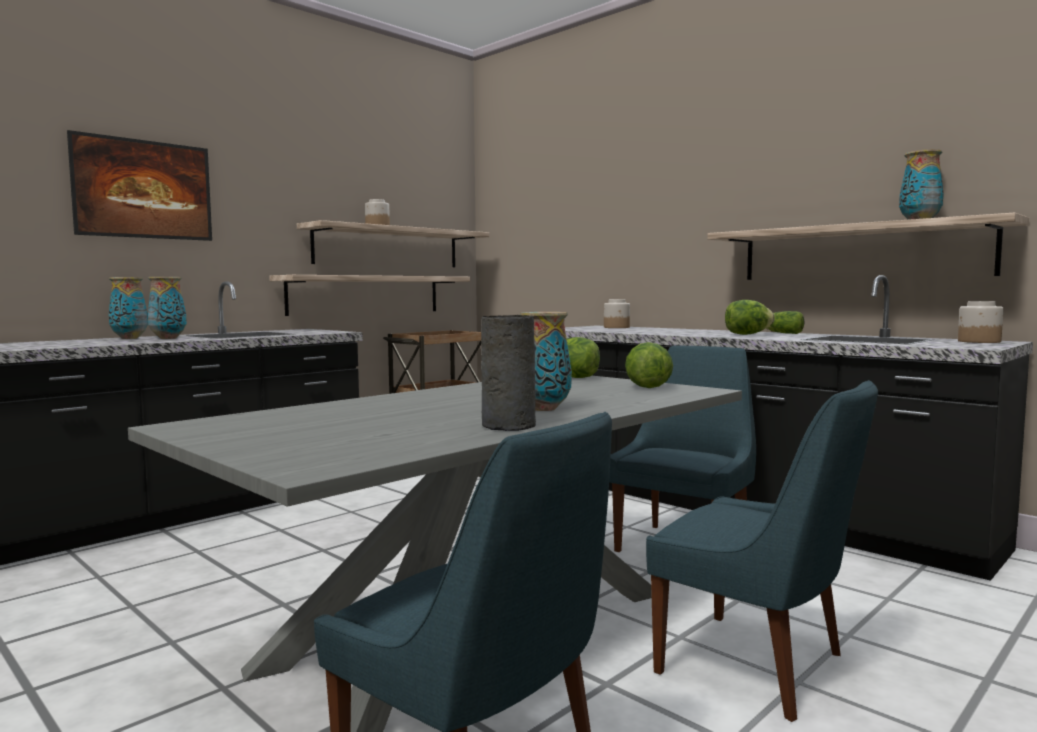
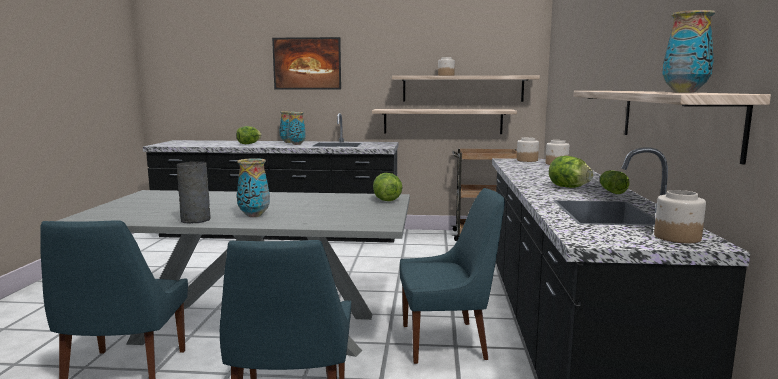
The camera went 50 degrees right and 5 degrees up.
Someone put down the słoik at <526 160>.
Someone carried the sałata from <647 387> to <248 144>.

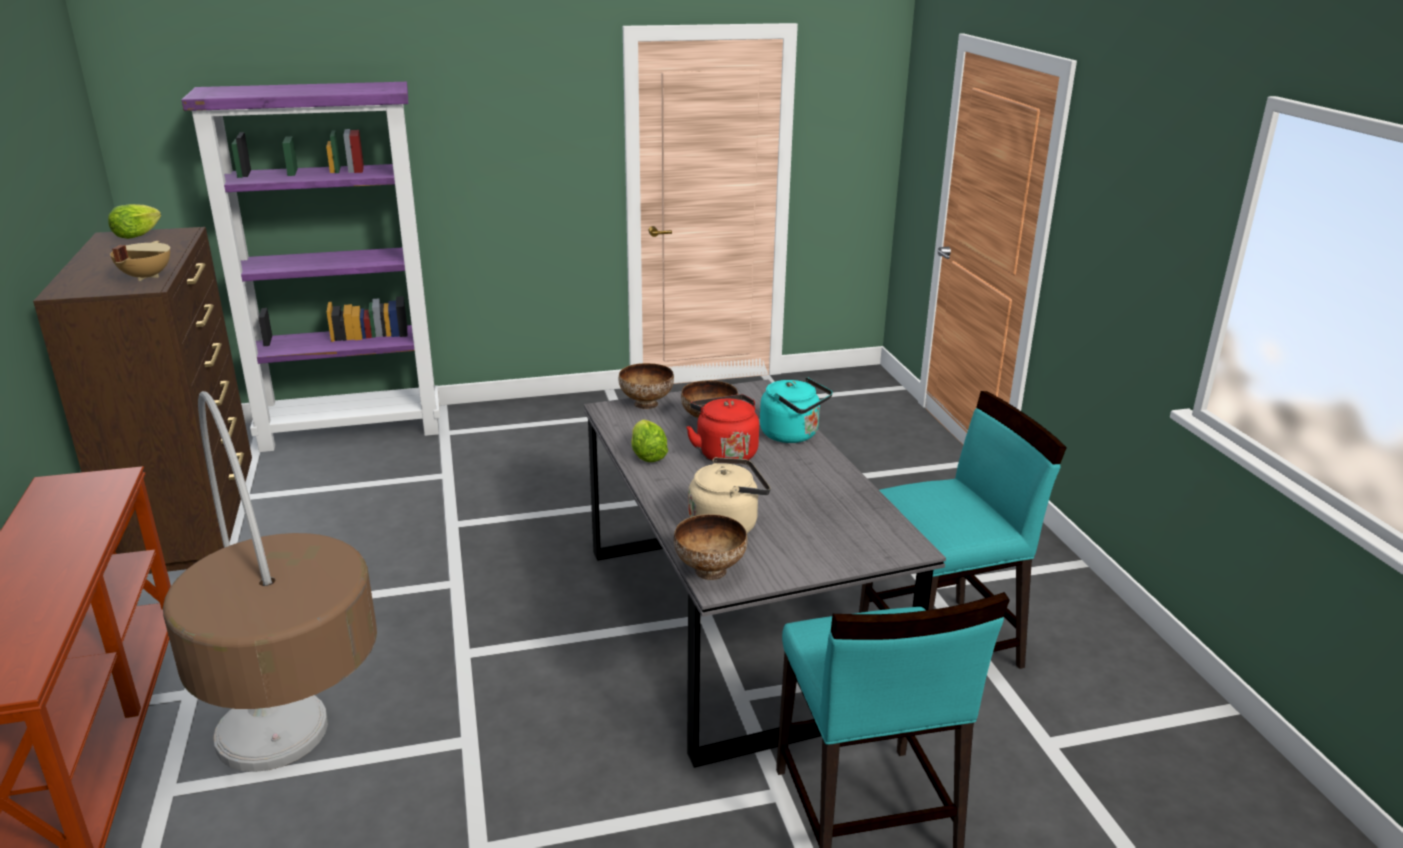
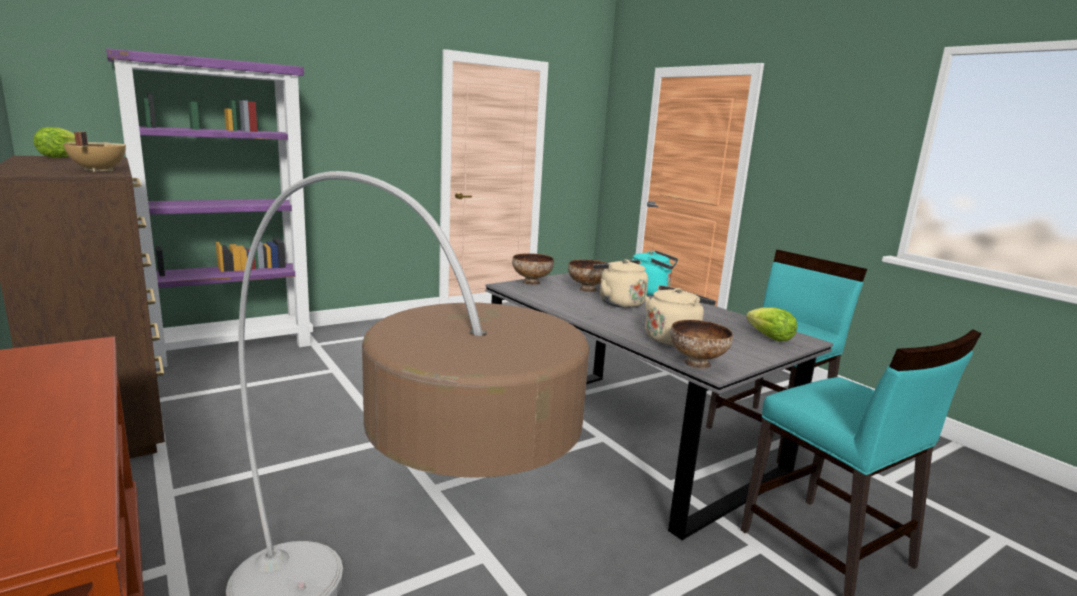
The camera went 20 degrees left and 10 degrees down.
Someone carried the sałata from <647 455> to <770 338>.
Someone repainted the czajnik (czerwony) at <724 453>, which became the czajnik (beżowy) at <618 302>.

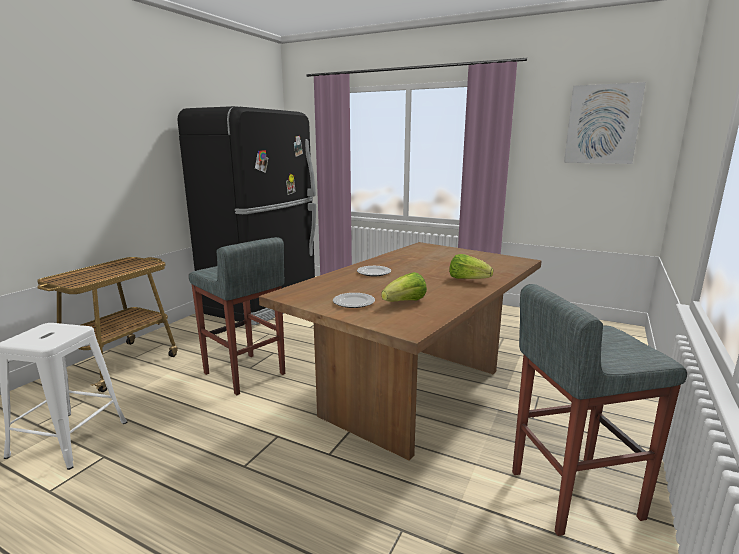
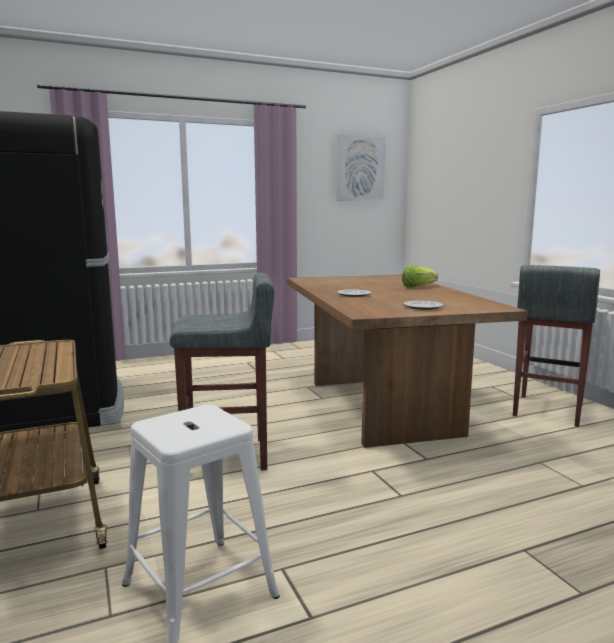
The camera went 50 degrees left and 5 degrees down.
Someone took away the sałata at <405 302>.

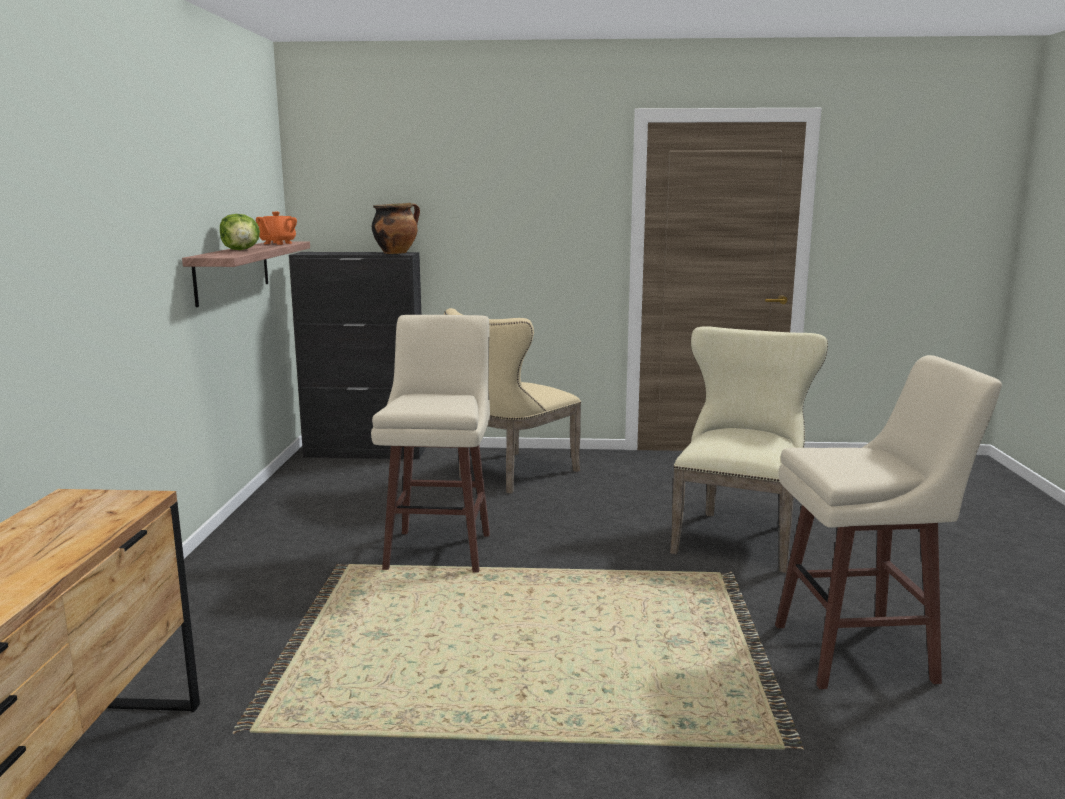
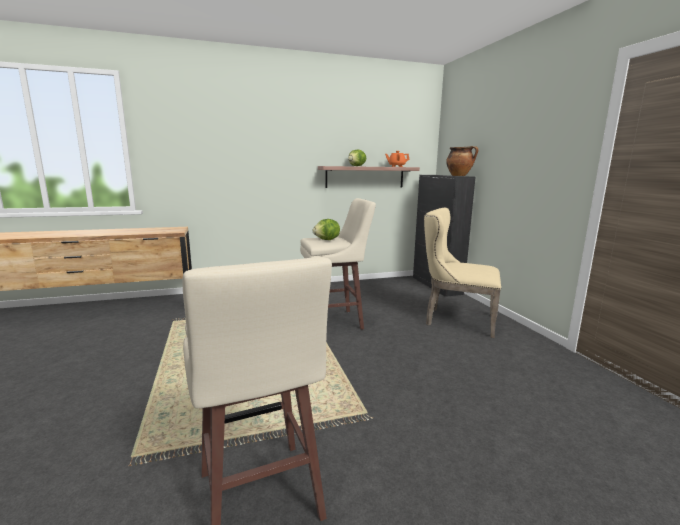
The camera went 70 degrees right and 0 degrees up.
Someone took away the krzesło (beżowy) at <738 536>.
Someone put down the sałata at <327 240>.

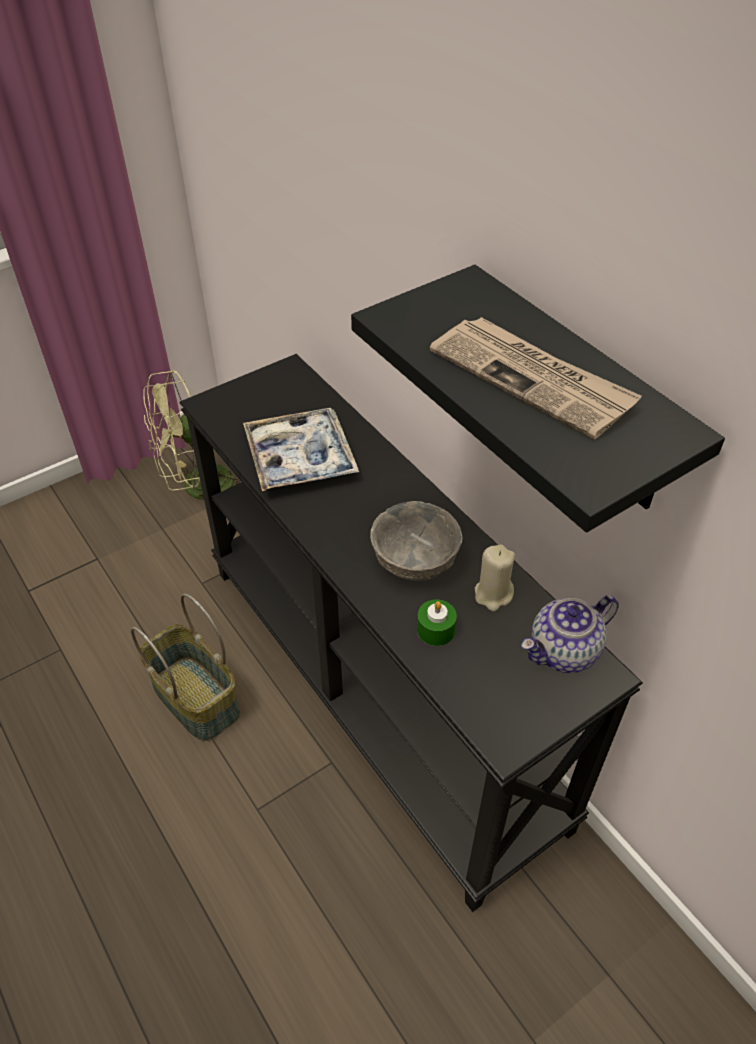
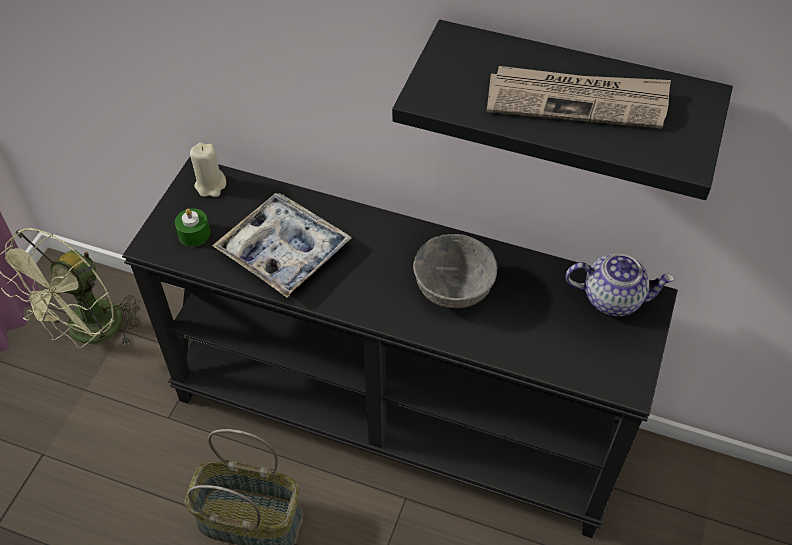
The camera went 35 degrees left and 5 degrees up.
Someone carried the świeca (zielony) from <435 630> to <194 234>.
Someone carried the świeca (beżowy) from <493 594> to <210 185>.
Someone rotated the imbryk at <564 652> by 105 degrees counterclockwise.

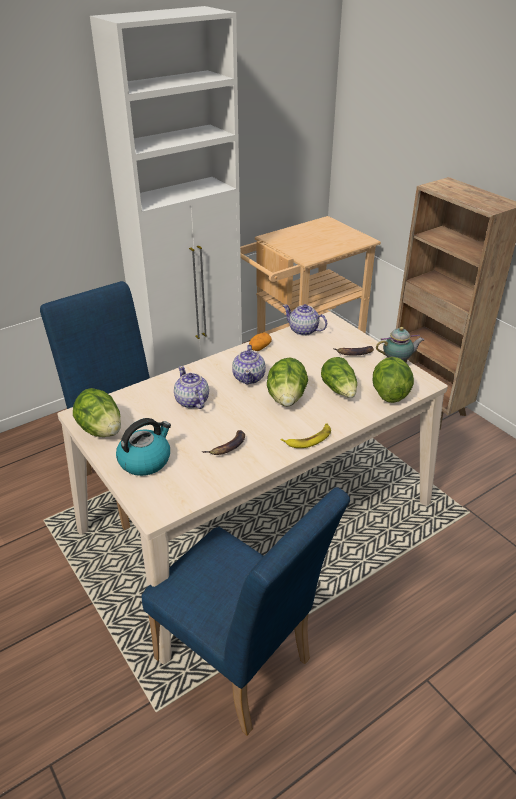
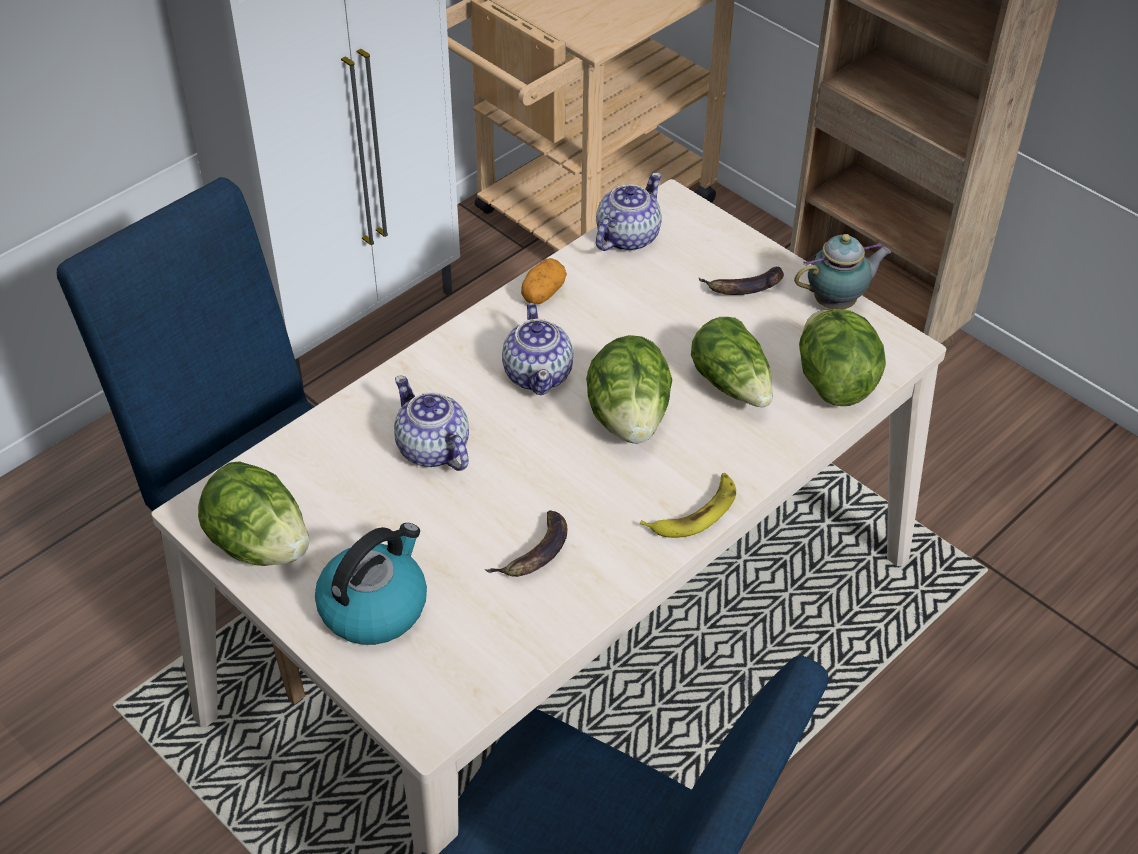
The camera went 10 degrees left and 10 degrees up.
Someone rotated the imbryk at <303 330> by 105 degrees clockwise.

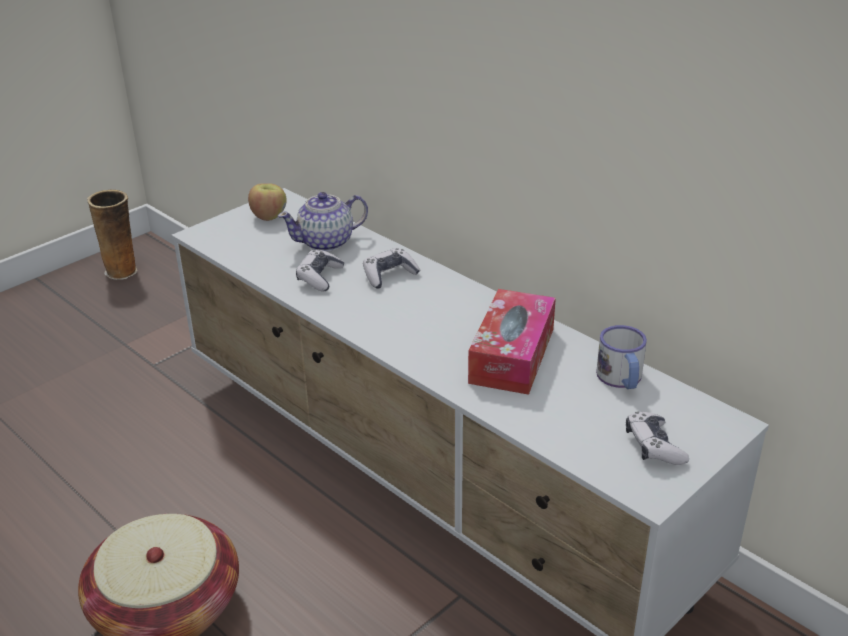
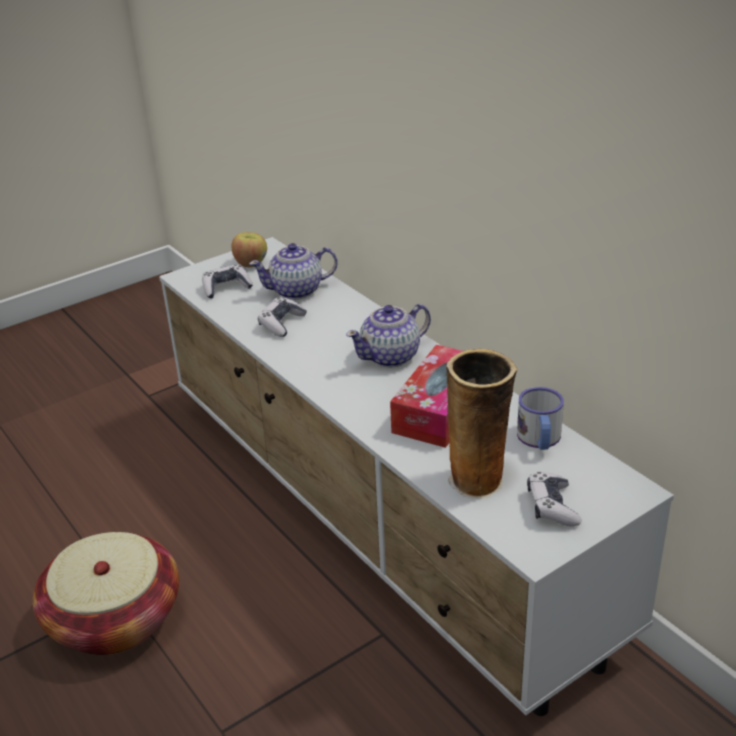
The camera went 10 degrees right and 0 degrees up.
Someone put down the imbryk at <391 356>.
Someone carried the wazon from <123 271> to <478 481>.
Someone carried the pad do gier from <389 275> to <226 288>.

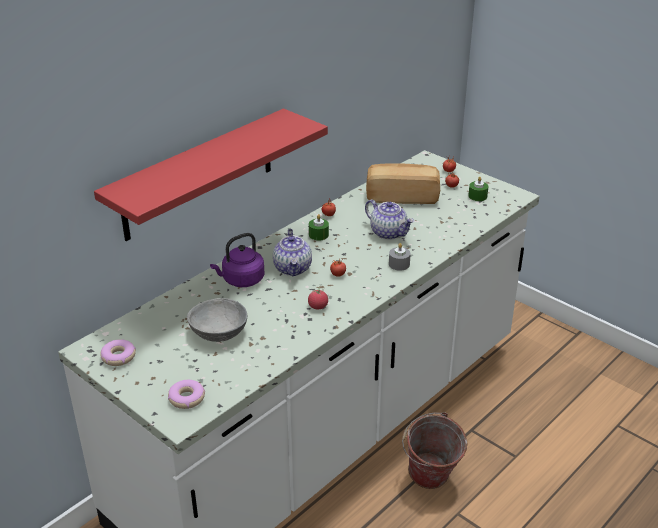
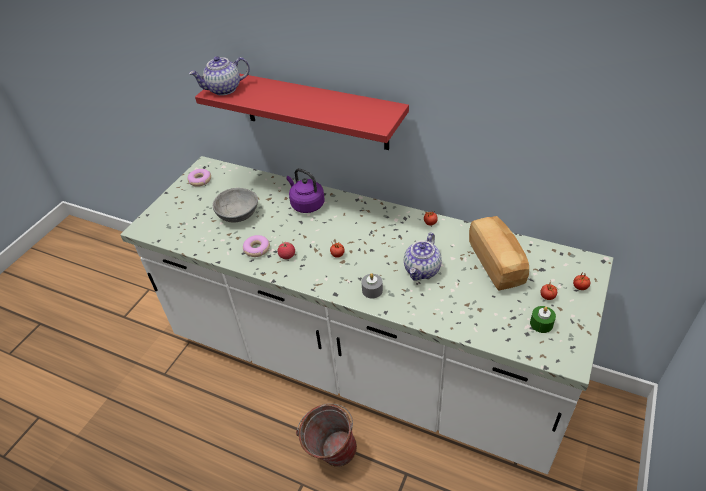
The camera went 75 degrees right and 10 degrees up.
Someone took away the świeca (zielony) at <318 235>.
Someone carried the donut from <186 398> to <257 249>.
Someone carried the imbryk from <293 268> to <224 89>.

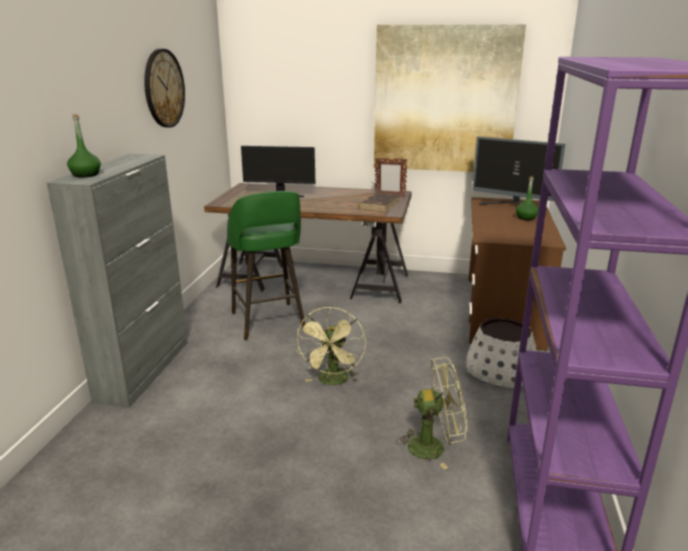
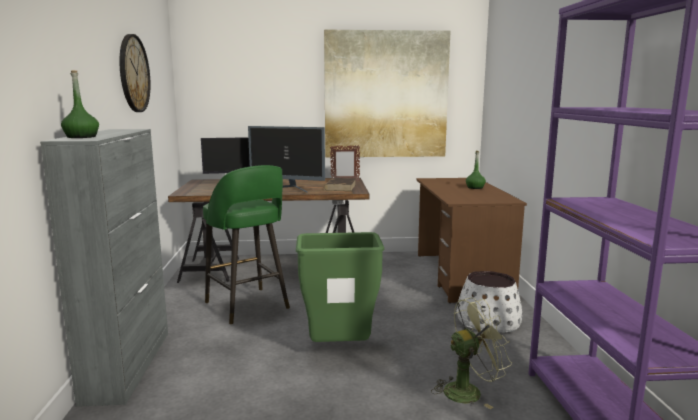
The camera went 15 degrees left and 10 degrees down.
Someone carried the monitor from <512 206> to <288 189>.
Someone swapped the wentylator (zielony) at <333 381> for the kosz na śmieci (zielony) at <340 349>.

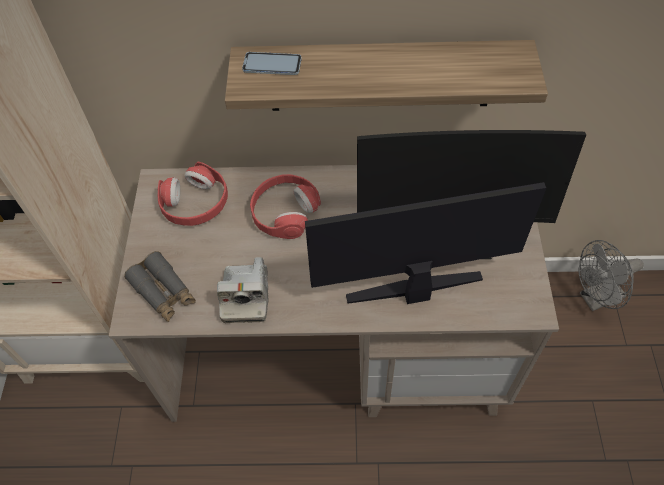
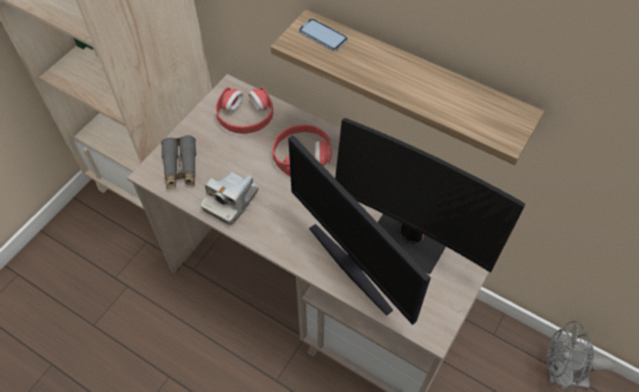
The camera went 30 degrees right and 0 degrees up.
Someone rotated the monitor at <415 292> by 150 degrees counterclockwise.

